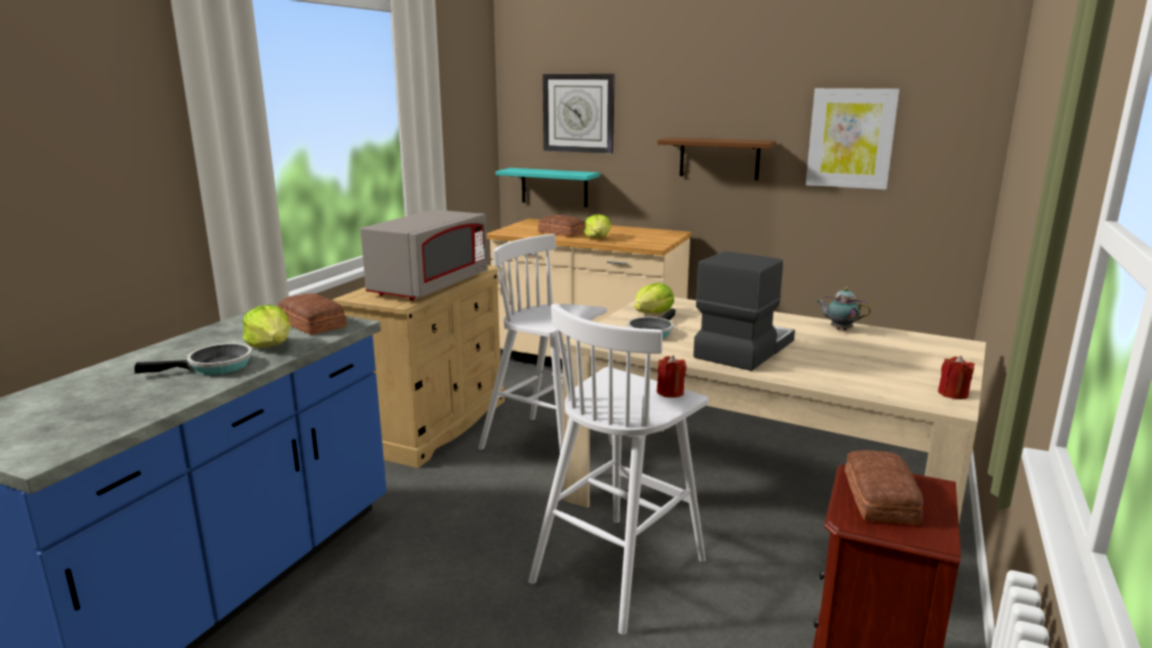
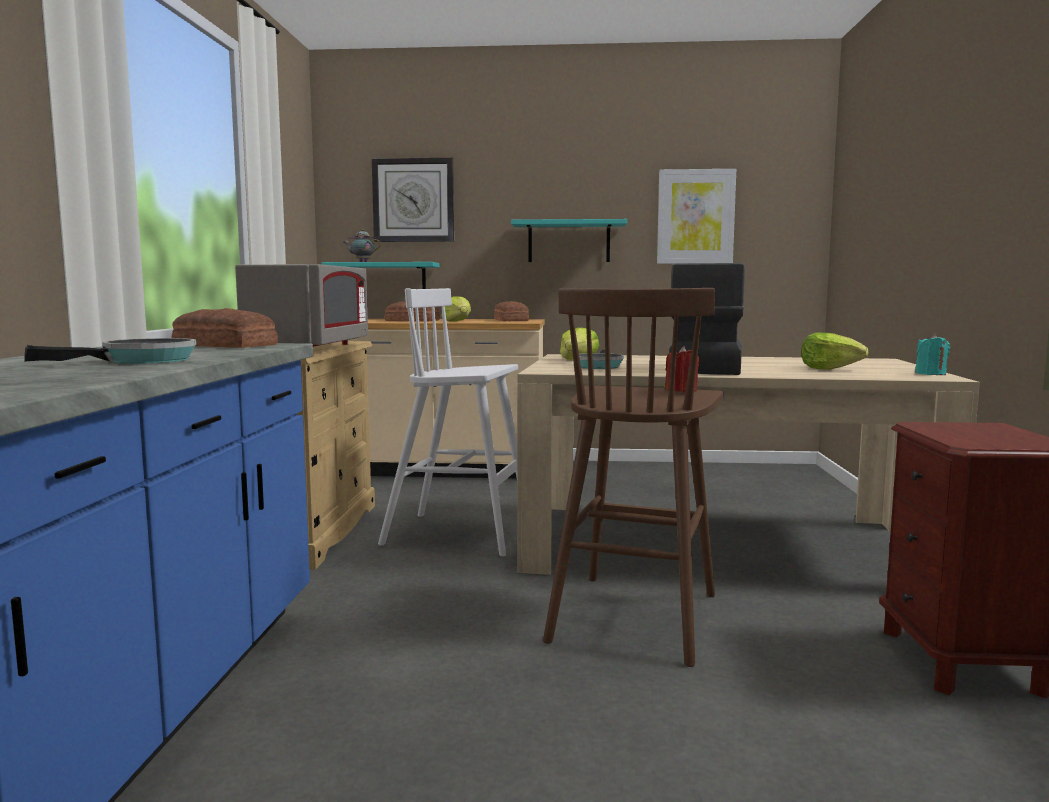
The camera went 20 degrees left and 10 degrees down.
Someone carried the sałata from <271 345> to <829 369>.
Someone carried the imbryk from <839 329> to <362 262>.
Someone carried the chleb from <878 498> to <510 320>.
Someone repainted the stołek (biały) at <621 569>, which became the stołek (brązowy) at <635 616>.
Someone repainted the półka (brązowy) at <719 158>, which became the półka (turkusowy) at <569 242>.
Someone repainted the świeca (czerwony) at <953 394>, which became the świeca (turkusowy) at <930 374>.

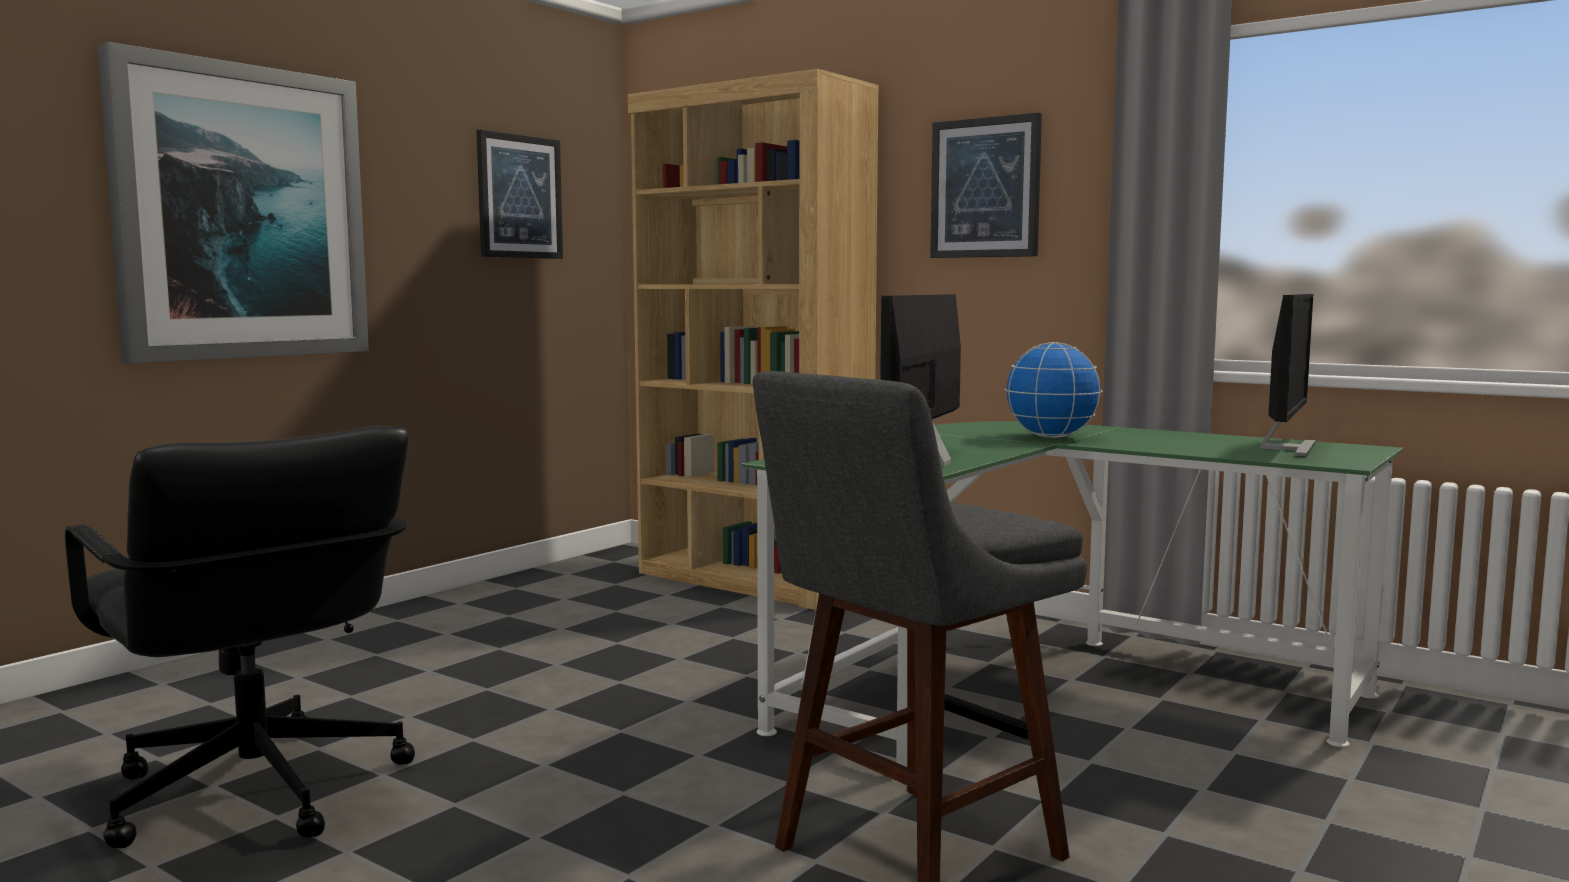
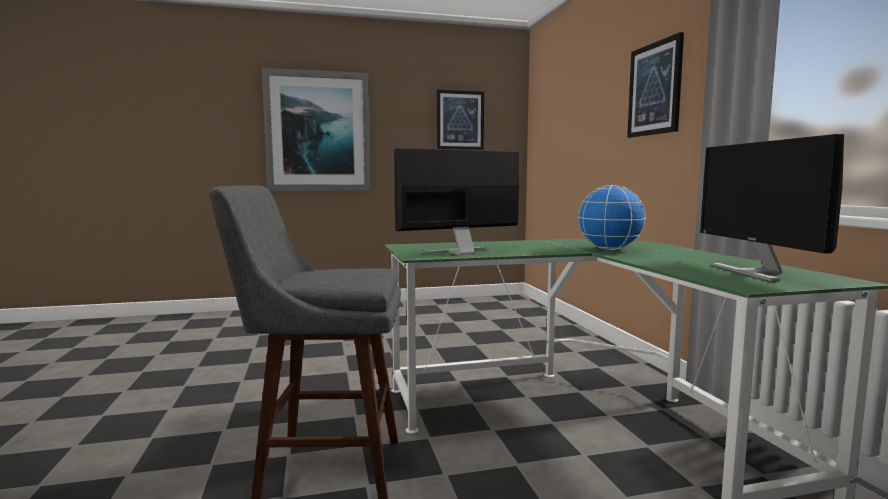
The camera went 40 degrees right and 0 degrees up.
Someone took away the krzesło biurowe (czarny) at <255 792>.
Someone took away the regał (brązowy) at <752 580>.
Someone rotated the monitor at <1285 448> by 105 degrees clockwise.

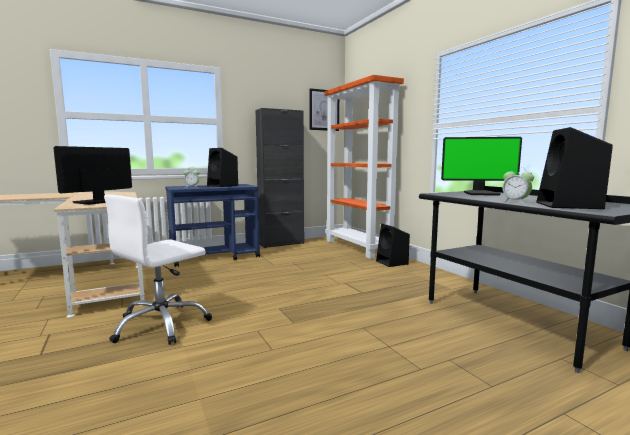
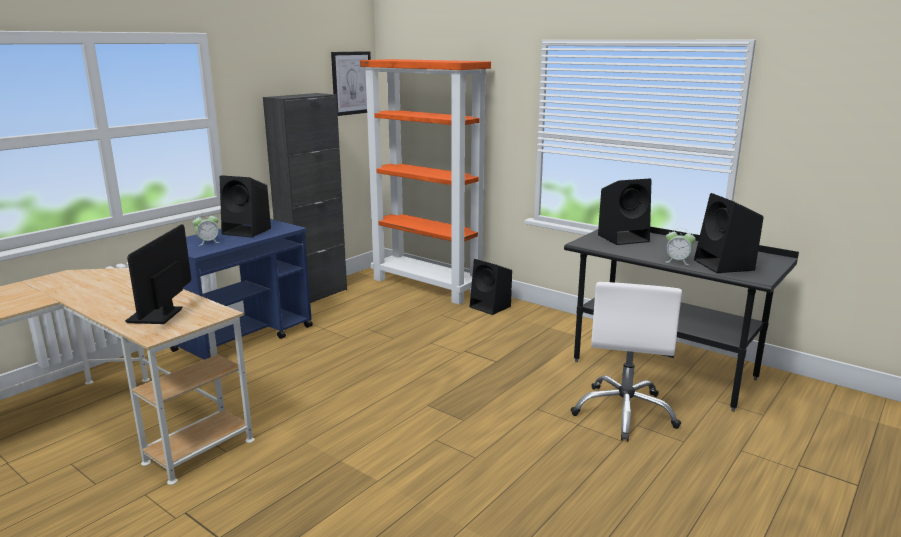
The camera went 25 degrees left and 10 degrees up.
Someone carried the krzesło biurowe (biały) from <161 325> to <625 412>.
Someone swapped the monitor at <481 193> for the głośnik (czarny) at <624 238>.

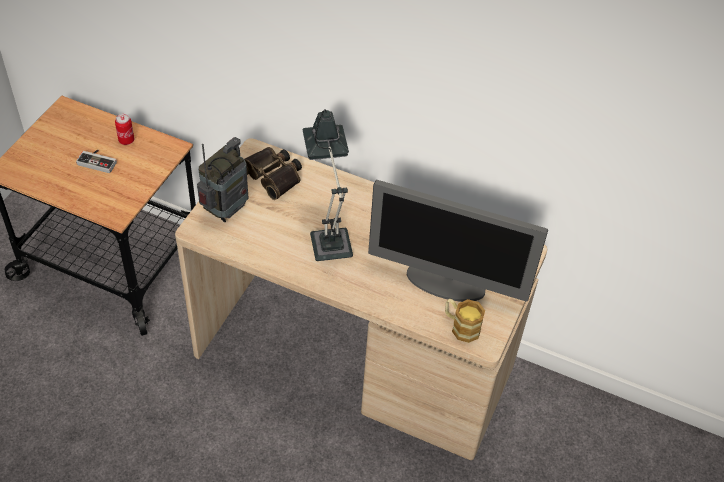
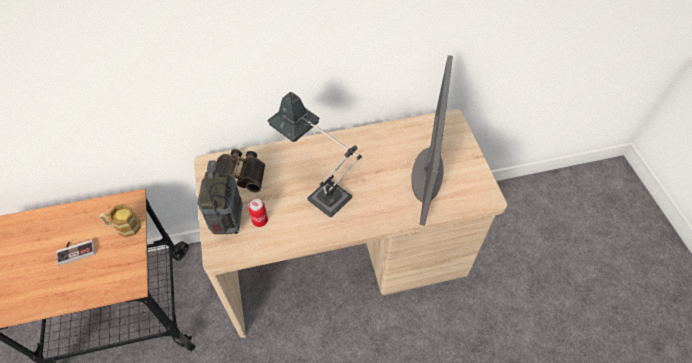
The camera went 35 degrees left and 5 degrees up.
Someone carried the puszka from <126 140> to <260 221>.
Someone carried the kubek from <461 326> to <124 227>.
Someone rotated the monitor at <446 283> by 60 degrees counterclockwise.

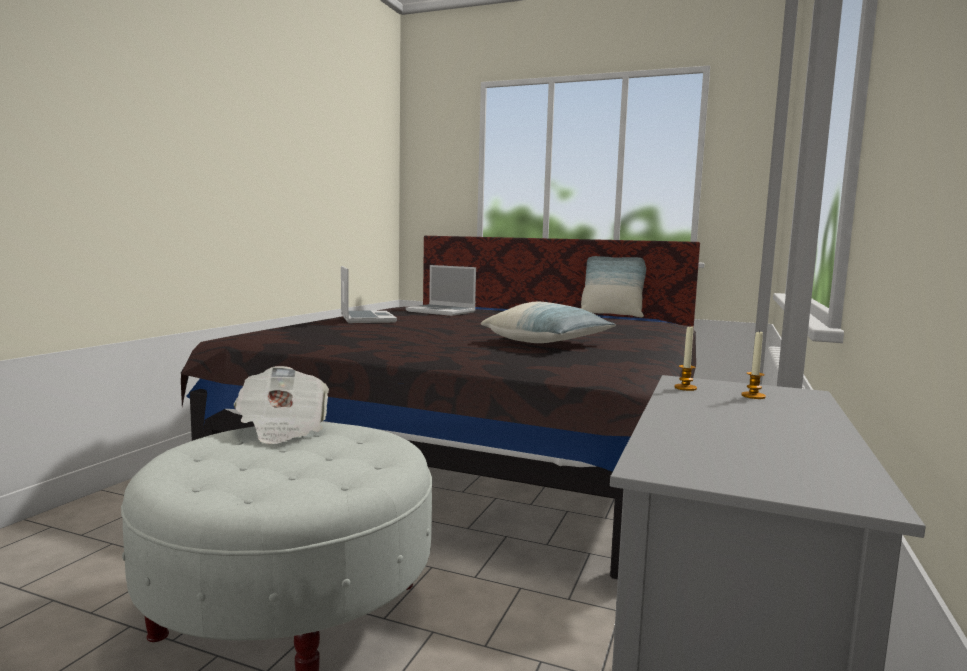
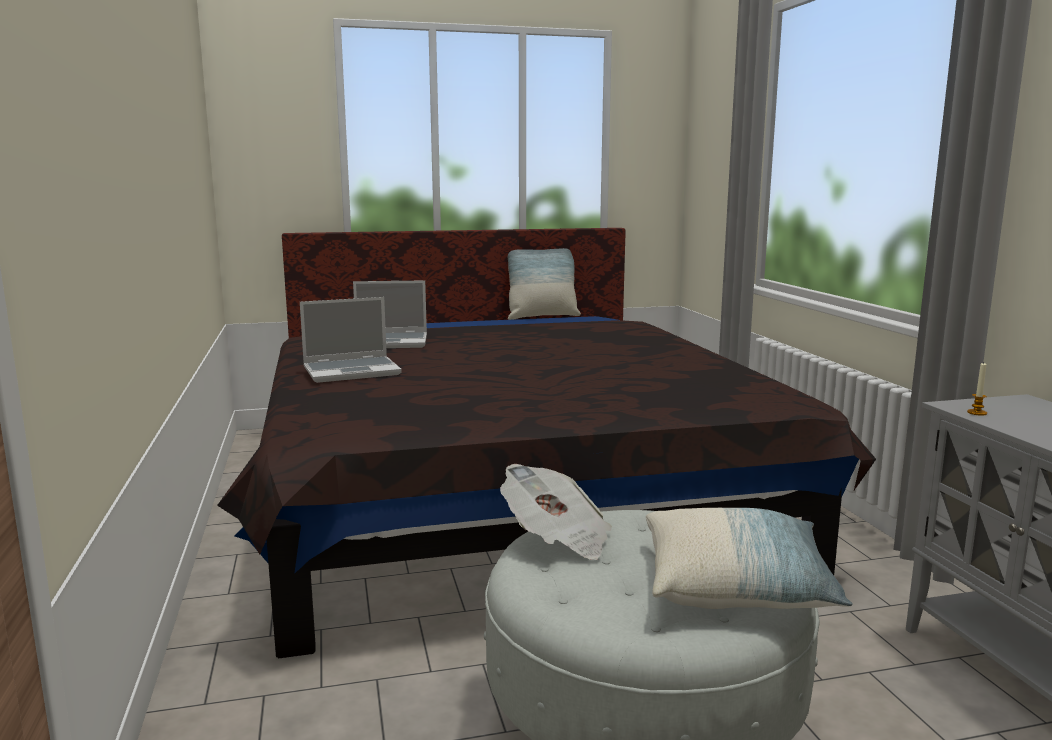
The camera went 35 degrees left and 5 degrees up.
Someone took away the świeca at <753 396>.
Someone carried the poduszka from <547 343> to <736 587>.
Someone rotated the laptop at <366 318> by 120 degrees clockwise.

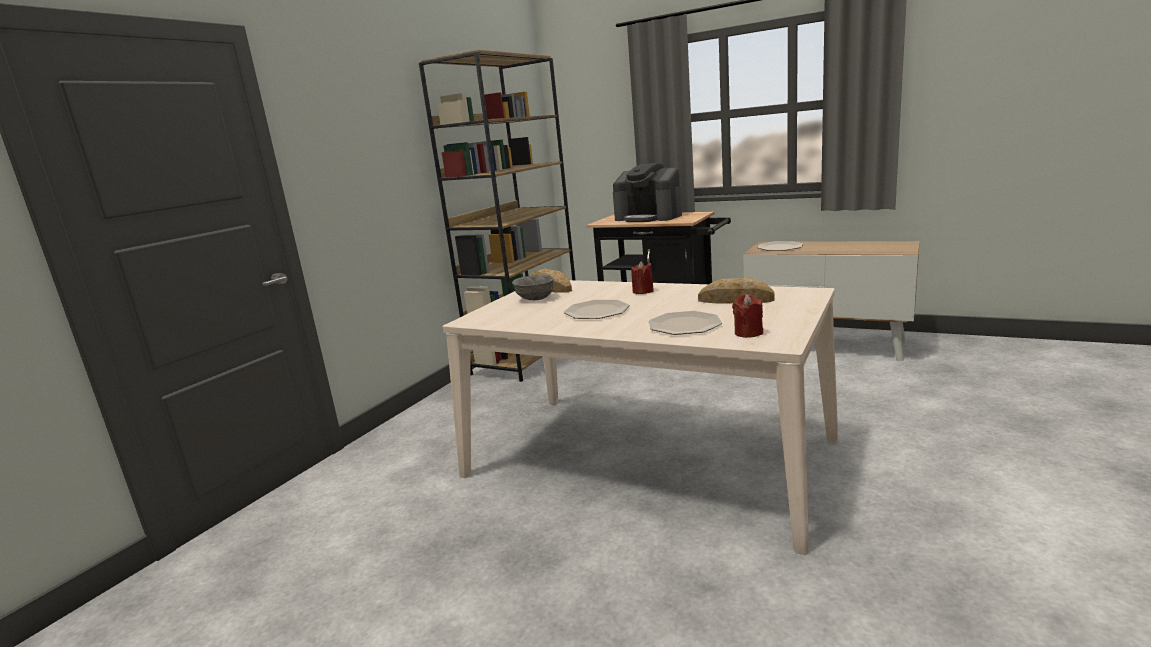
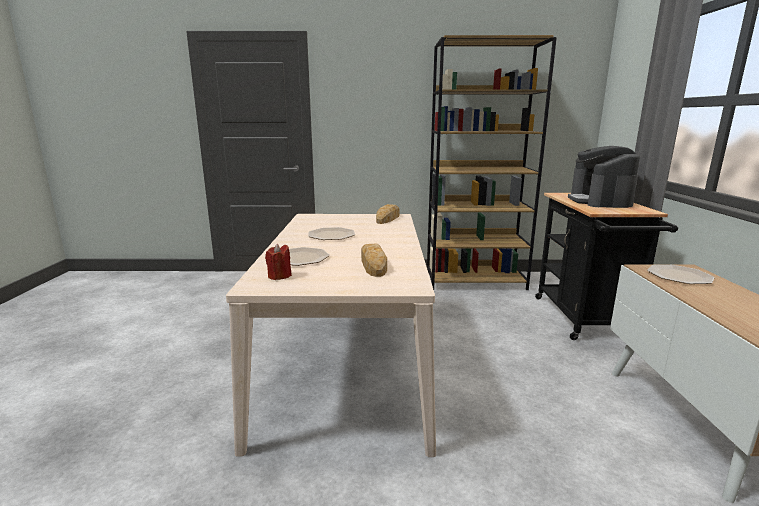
The camera went 60 degrees right and 0 degrees up.
Someone took away the miska (szary) at <535 298>.
Someone took away the świeca (czerwony) at <643 291>.

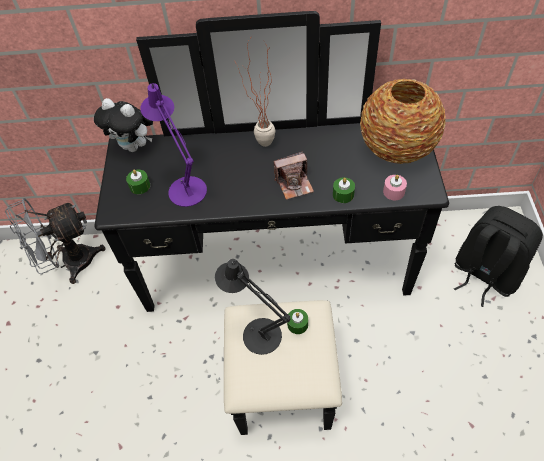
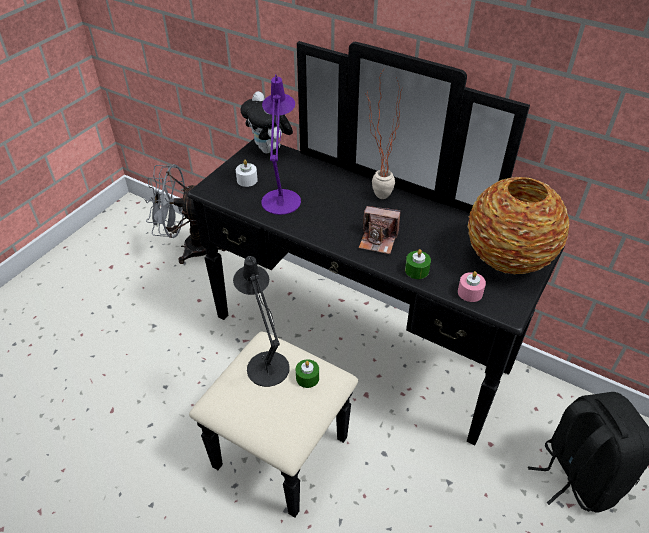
The camera went 30 degrees right and 10 degrees down.
Someone repainted the świeca (zielony) at <140 186>, which became the świeca (biały) at <247 180>.

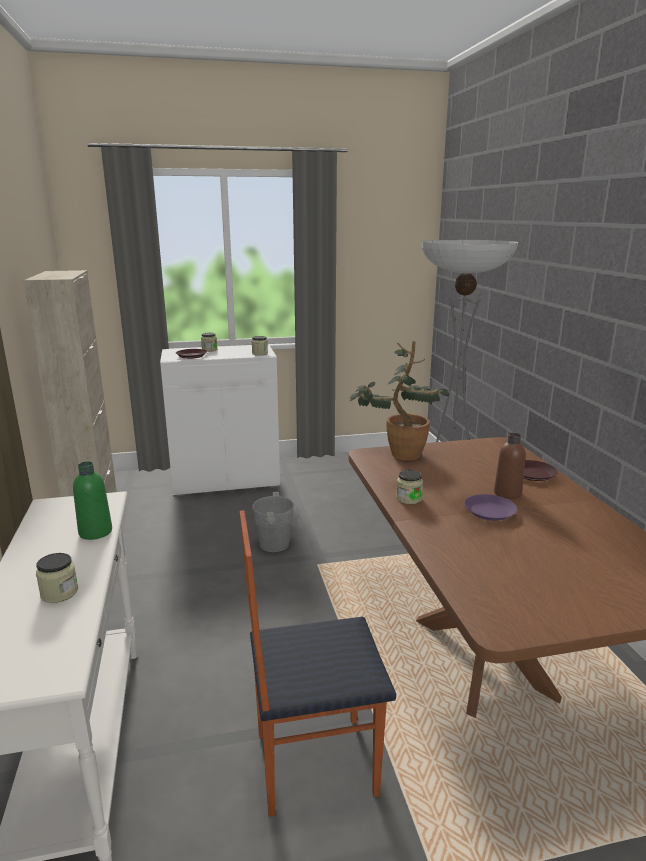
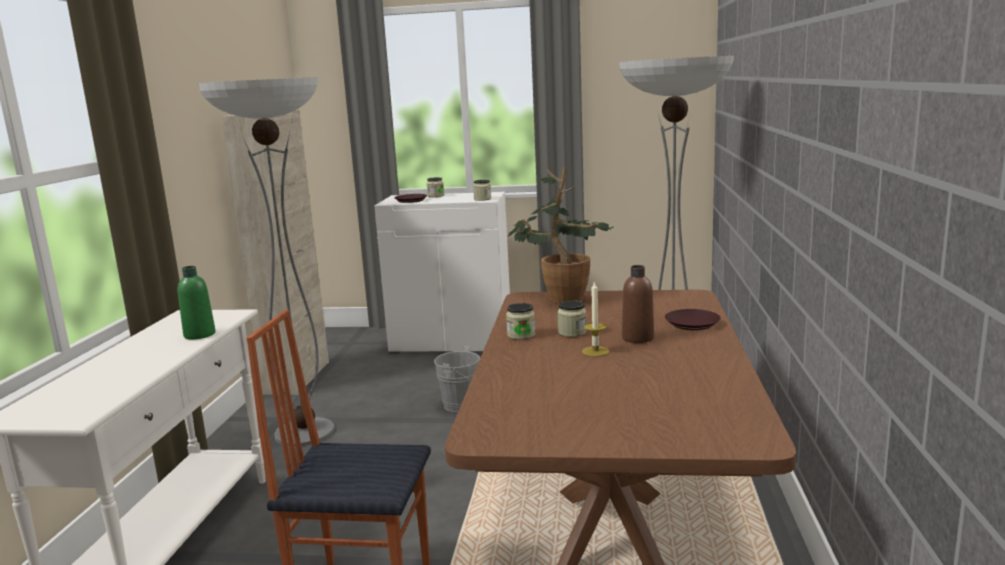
The camera went 20 degrees right and 5 degrees down.
Someone put down the lampa stojąca at <304 432>.
Someone carried the słoik from <59 593> to <572 332>.
Someone swapped the talerz (fioletowy) at <489 511> for the świeca at <595 351>.

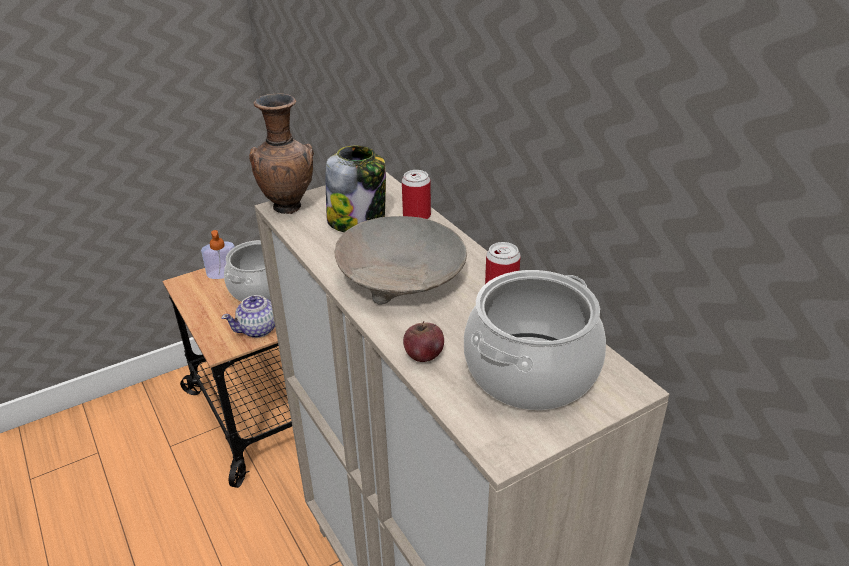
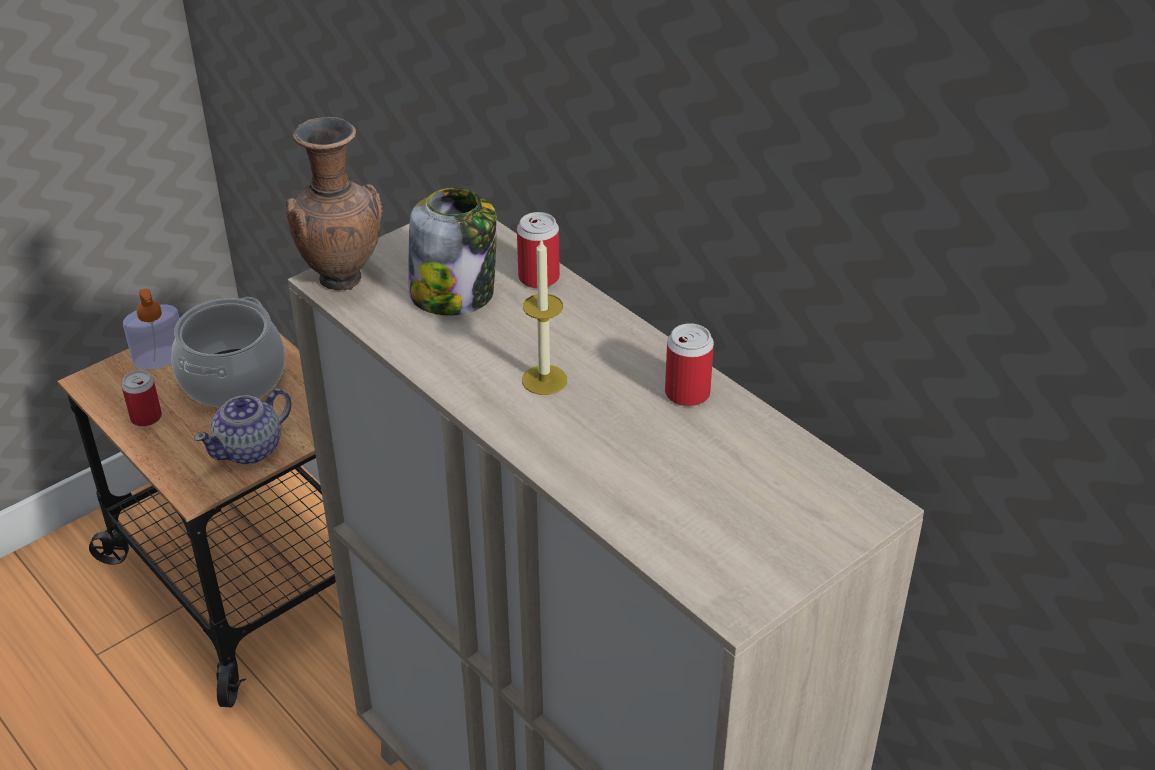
The camera went 10 degrees left and 5 degrees up.
Someone took away the jabłko at <424 355>.
Someone took away the garnek at <531 371>.
Someone put down the puszka at <146 417>.
Someone swapped the miska (beżowy) at <402 277> for the świeca at <544 380>.

